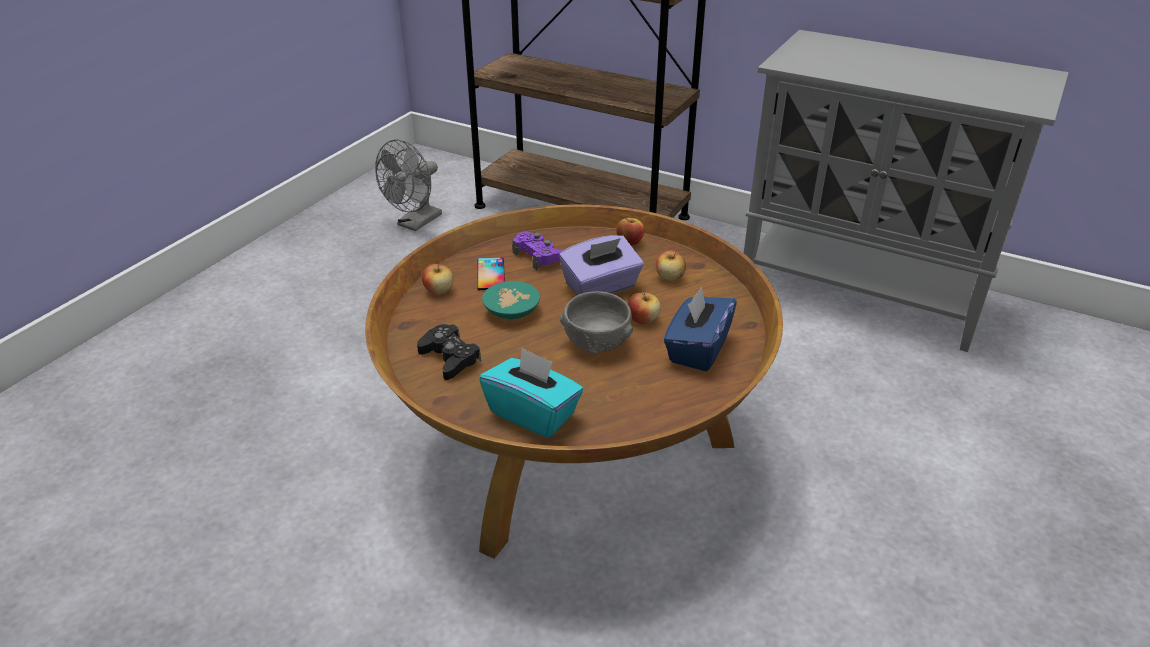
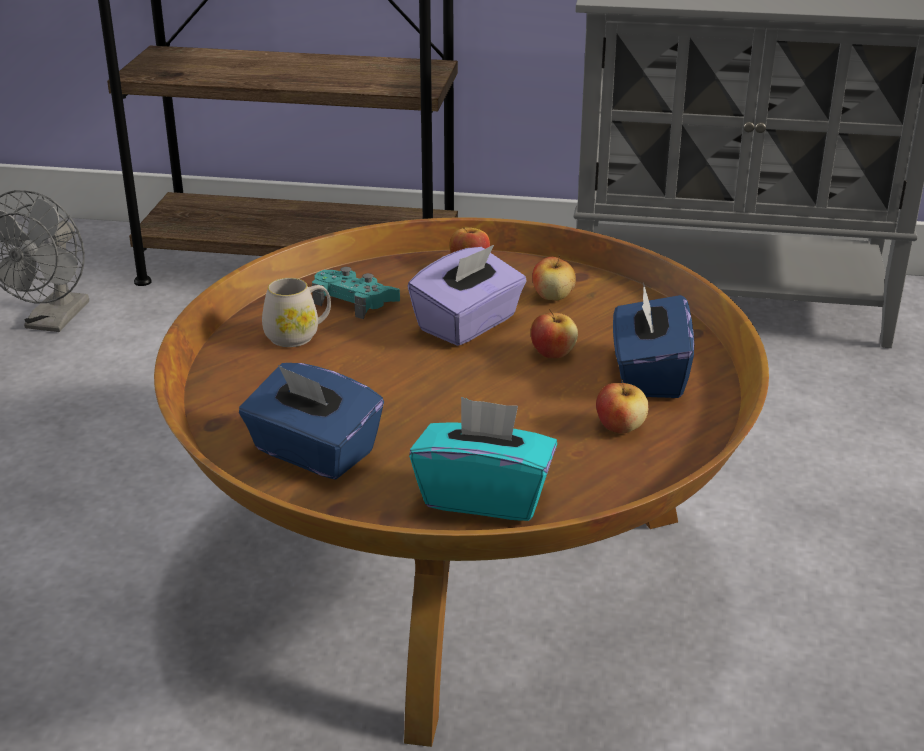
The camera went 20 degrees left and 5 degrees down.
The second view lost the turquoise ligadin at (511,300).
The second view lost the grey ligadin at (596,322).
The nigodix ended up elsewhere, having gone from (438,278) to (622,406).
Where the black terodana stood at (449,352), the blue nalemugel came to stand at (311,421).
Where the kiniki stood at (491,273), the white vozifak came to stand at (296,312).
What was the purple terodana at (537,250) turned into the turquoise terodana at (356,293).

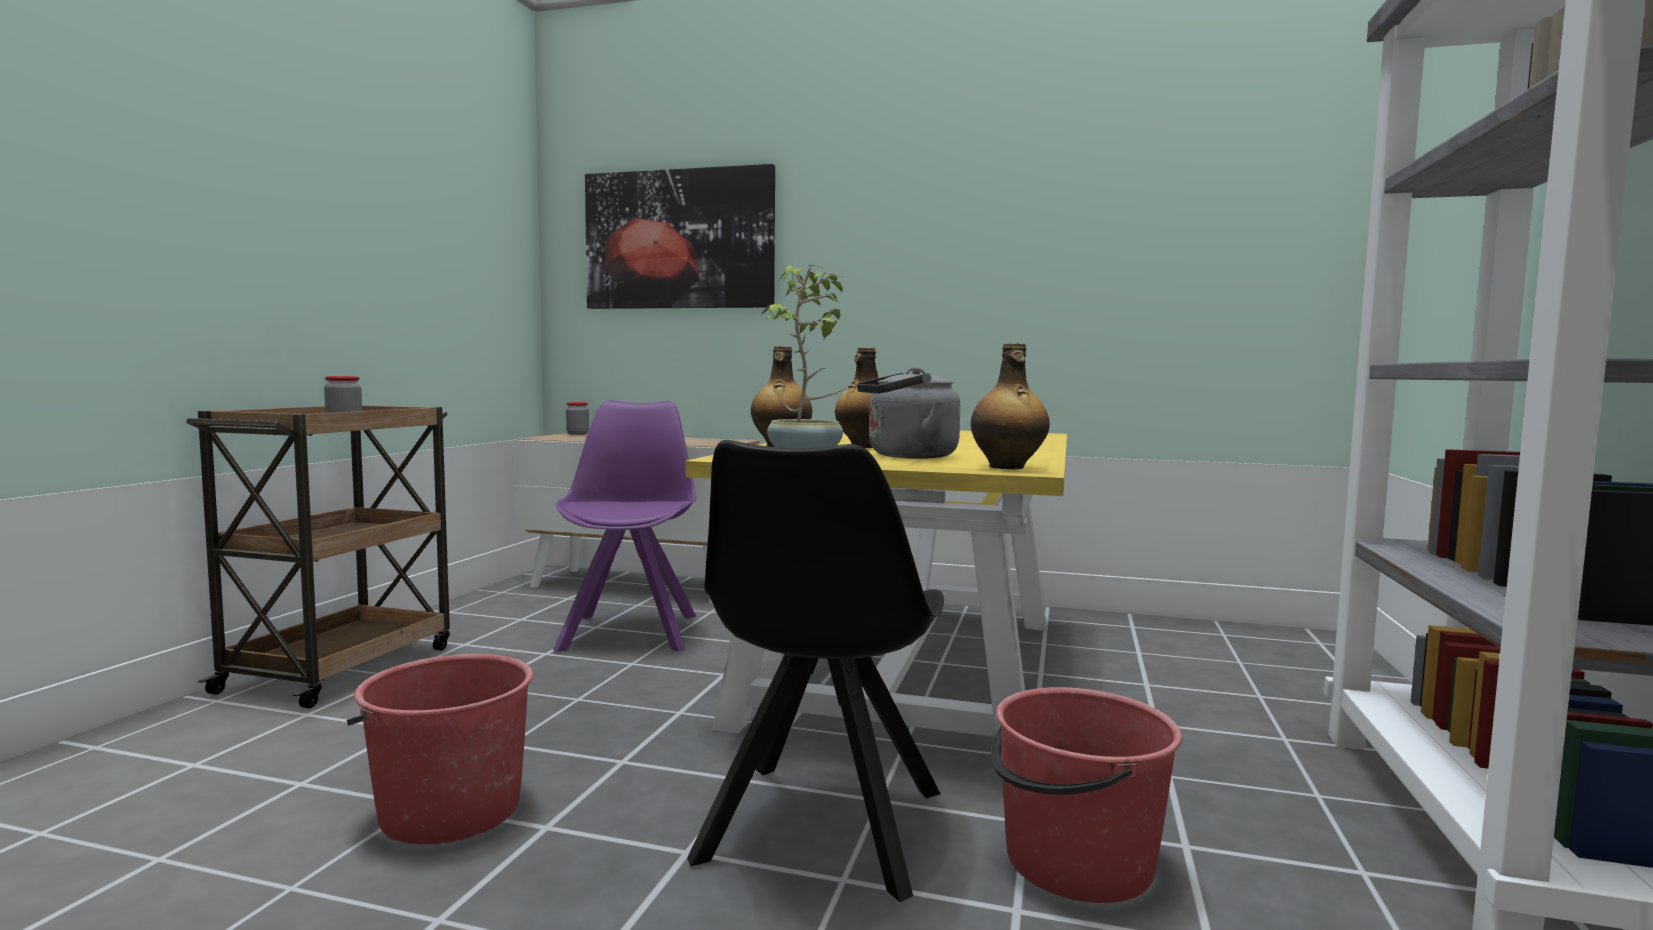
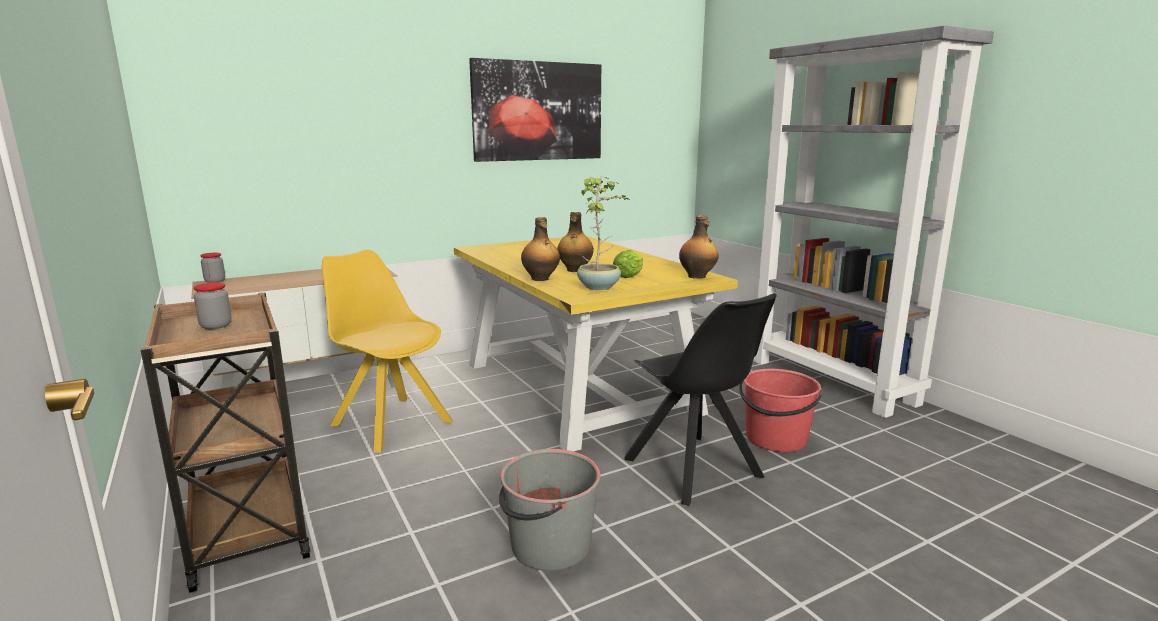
The camera went 45 degrees left and 10 degrees up.
The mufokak ended up elsewhere, having gone from (680,236) to (535,110).
Where the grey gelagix stood at (908,413), the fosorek came to stand at (628,263).
What was the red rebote at (440,749) turned into the grey rebote at (549,510).
What was the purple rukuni at (624,526) turned into the yellow rukuni at (387,351).

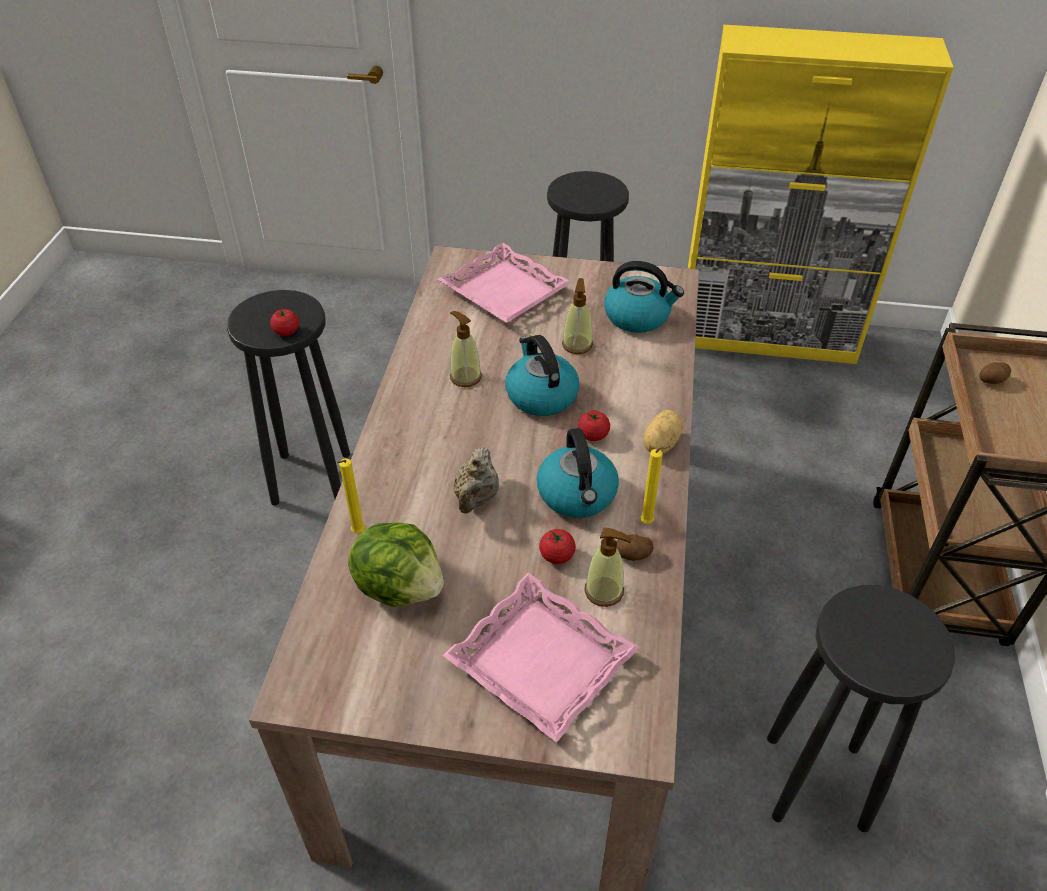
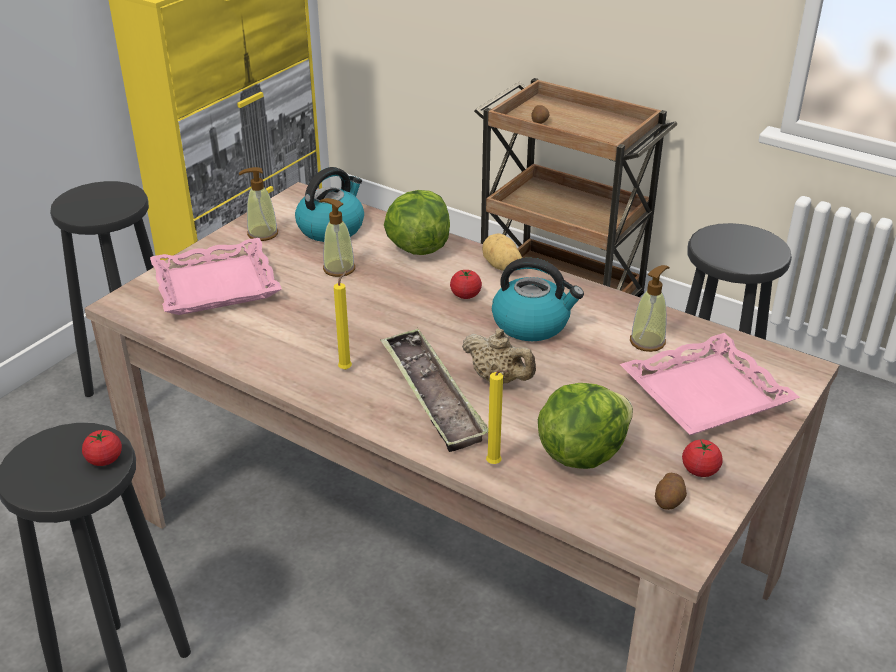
The camera went 65 degrees left and 10 degrees down.
The second view lost the gelagix at (542,375).
The second view gained the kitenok at (434,390).
The second view gained the fosorek at (417,222).
The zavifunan ended up elsewhere, having gone from (466,349) to (258,204).
The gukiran ended up elsewhere, having gone from (557,546) to (702,458).
The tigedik ended up elsewhere, having gone from (634,547) to (671,491).
The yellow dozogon ended up elsewhere, having gone from (655,485) to (343,320).

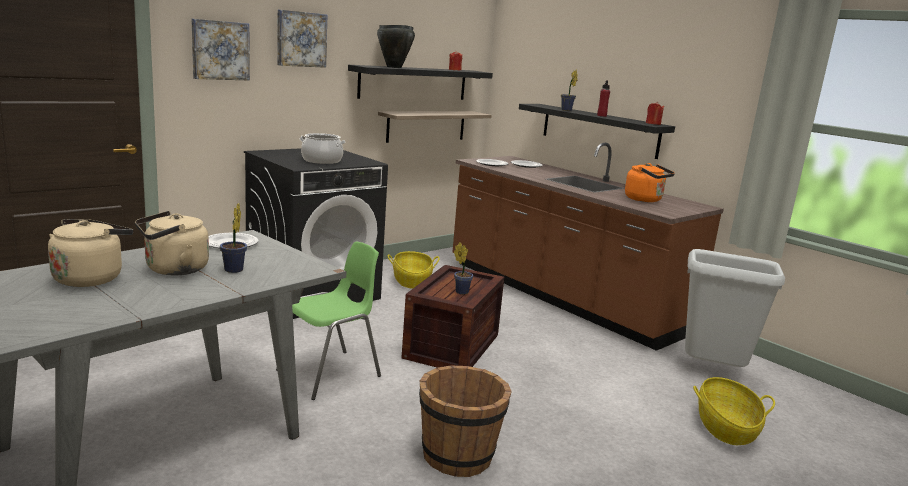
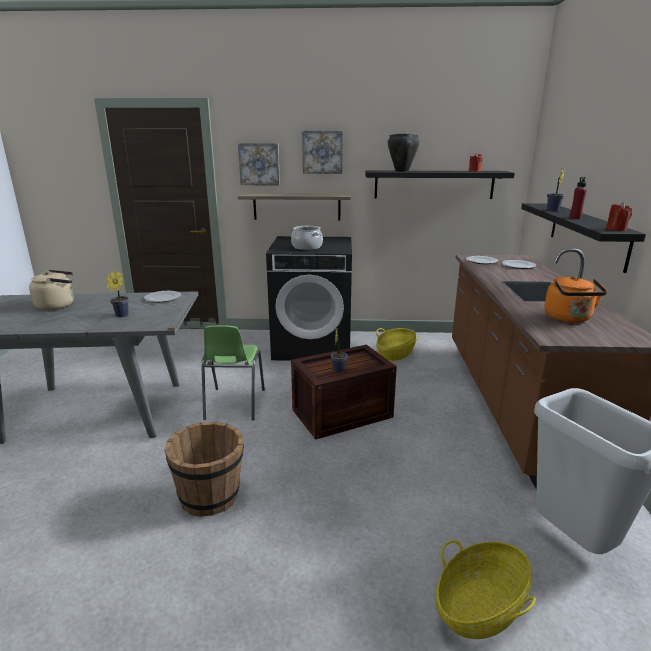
The camera went 45 degrees right and 5 degrees up.
The second view lost the beige gelagix at (172,243).
The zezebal ended up elsewhere, having gone from (435,127) to (294,206).
The green rukuni at (328,321) ended up facing another way, 90 degrees clockwise from before.

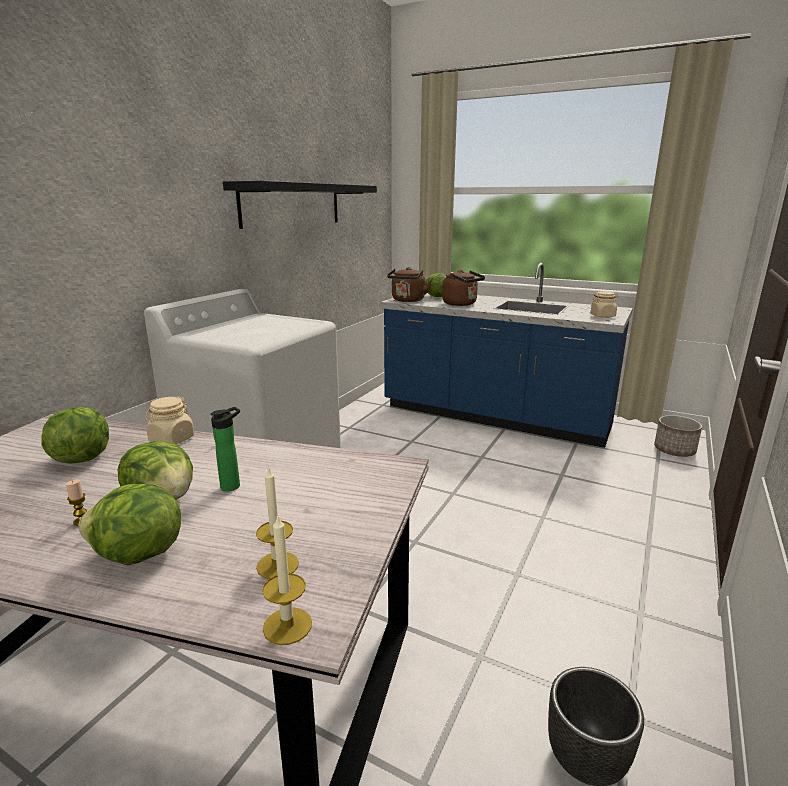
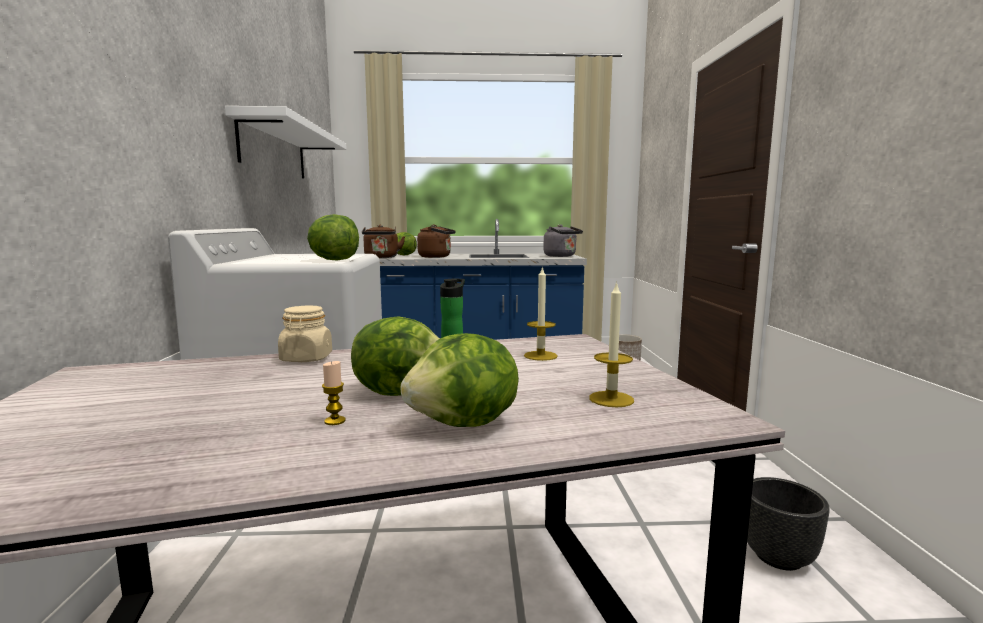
The camera went 30 degrees left and 10 degrees down.
The fosorek ended up elsewhere, having gone from (75,435) to (333,237).
The dozogon ended up elsewhere, having gone from (287,579) to (541,313).
Where the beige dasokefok stood at (604,304), the grey gelagix came to stand at (563,240).
What was the black zezebal at (300,205) turned into the white zezebal at (286,142).

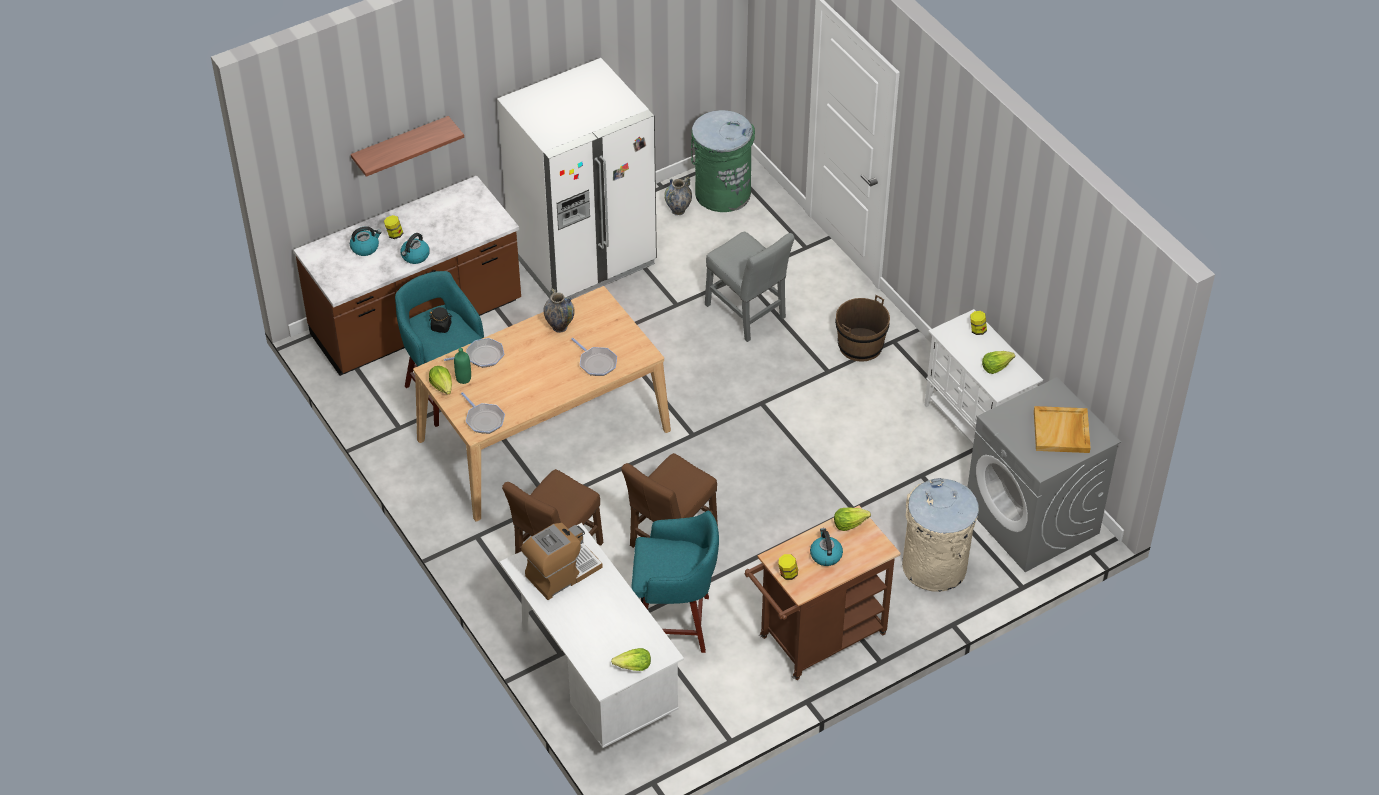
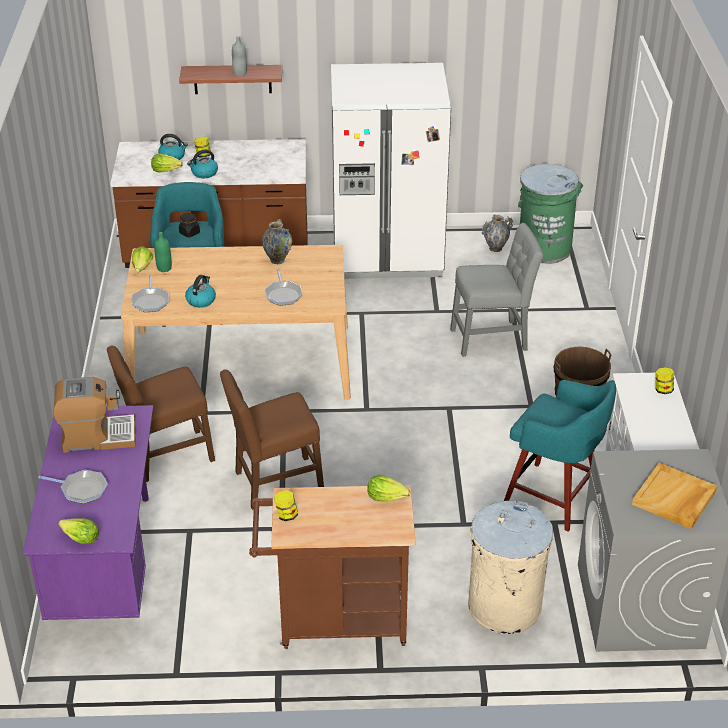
The camera went 30 degrees right and 10 degrees down.
The second view gained the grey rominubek at (239,56).
The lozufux ended up elsewhere, having gone from (474,353) to (73,487).
The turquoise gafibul ended up elsewhere, having gone from (675,582) to (560,456).
The gelagix ended up elsewhere, having gone from (826,547) to (200,291).
The fosorek ended up elsewhere, having gone from (998,362) to (167,163).
What was the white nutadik at (591,635) turned into the purple nutadik at (88,512).
The grey rukuni at (750,286) ended up facing another way, 90 degrees counterclockwise from before.

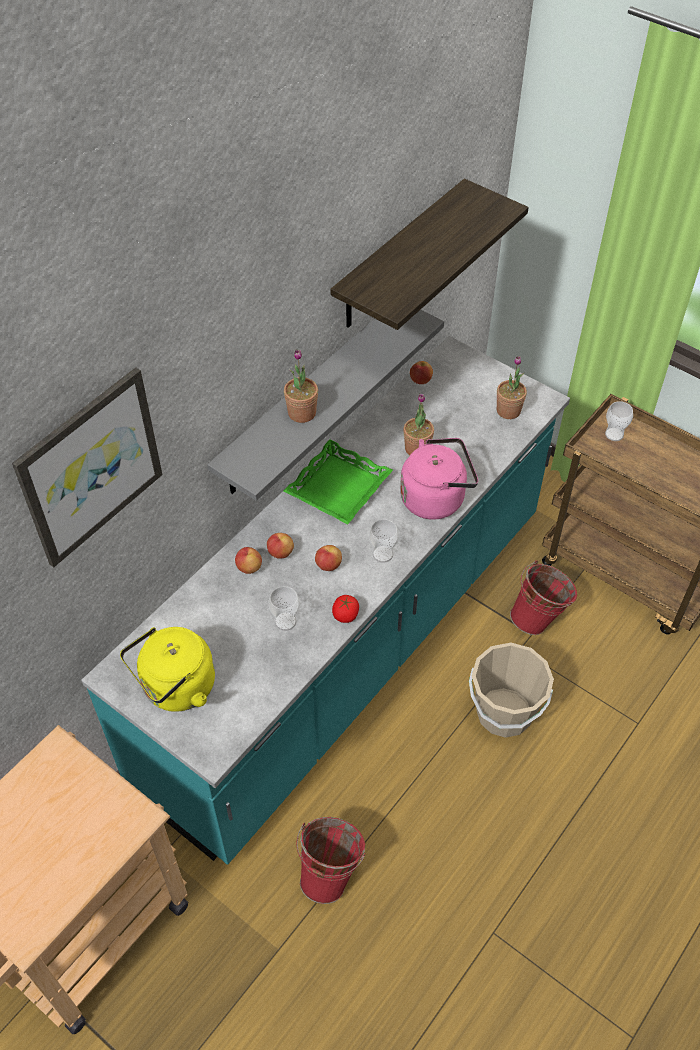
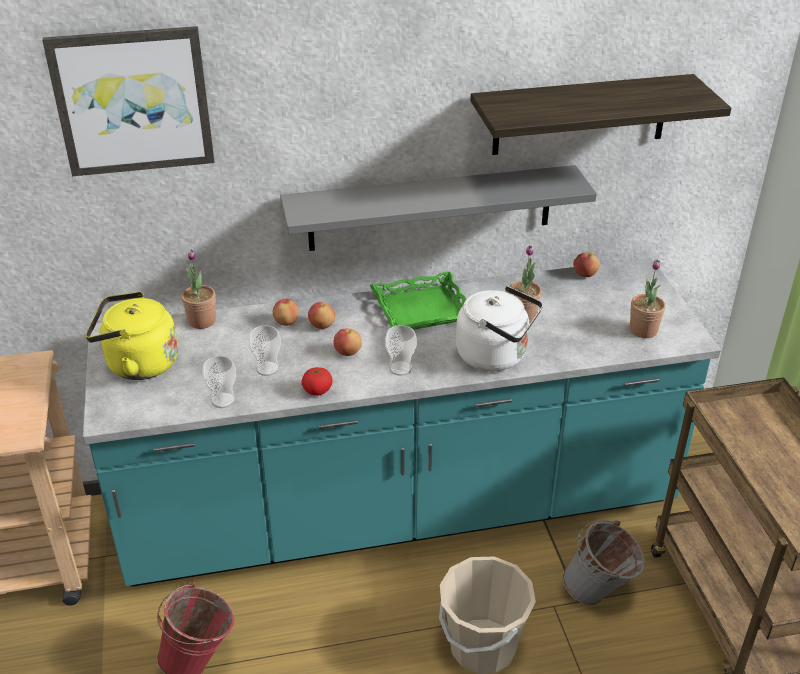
The camera went 40 degrees right and 15 degrees down.
The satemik ended up elsewhere, having gone from (301,386) to (199,289).
The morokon ended up elsewhere, having gone from (619,421) to (219,382).
What was the pink gelagix at (439,479) turned into the white gelagix at (499,328).
What was the red rebote at (543,598) turned into the grey rebote at (604,562).

